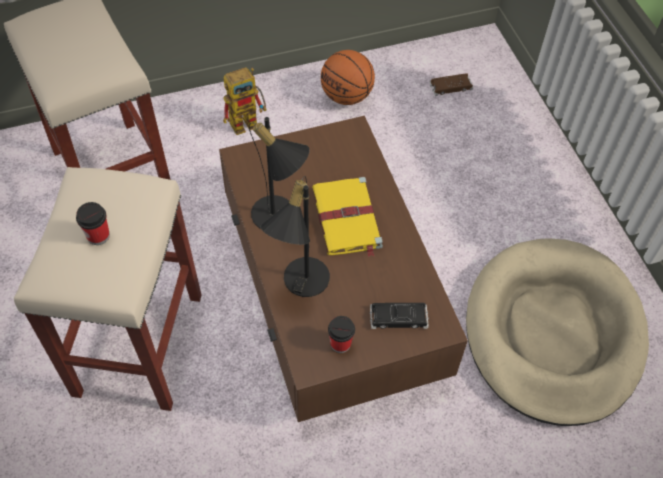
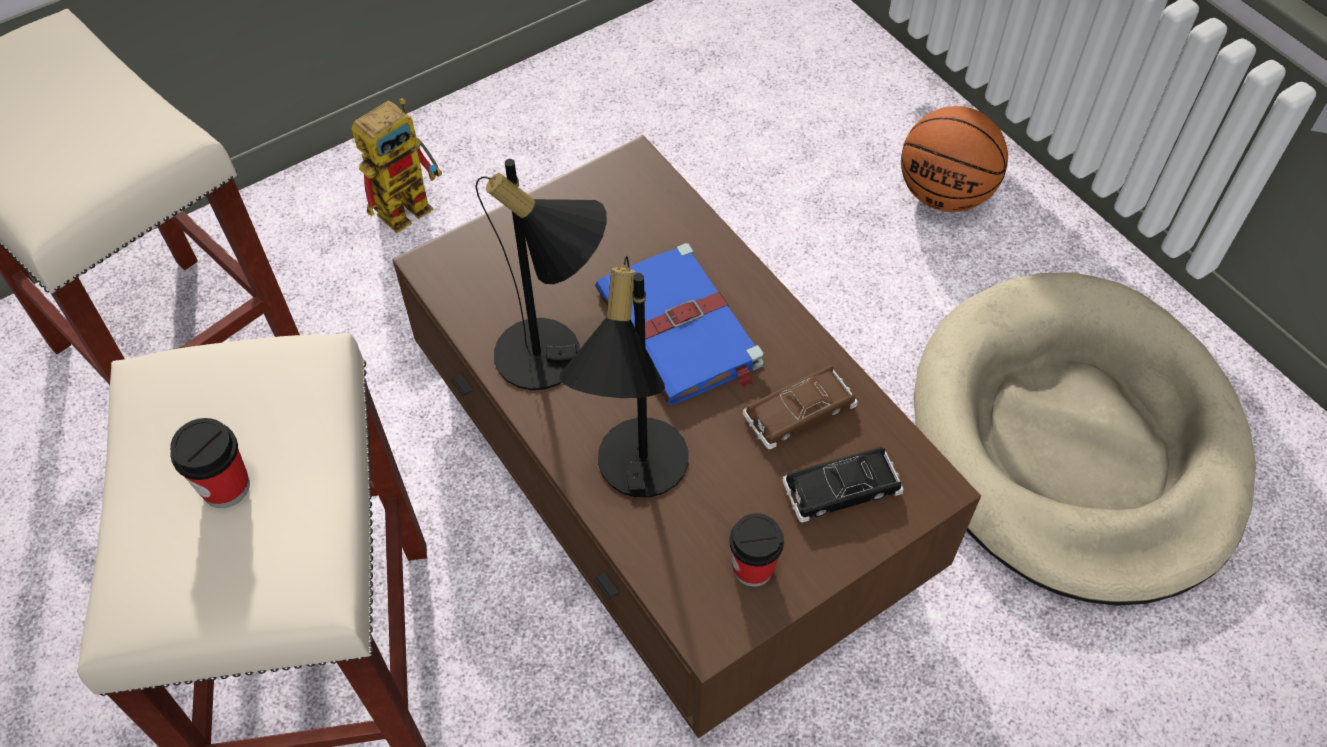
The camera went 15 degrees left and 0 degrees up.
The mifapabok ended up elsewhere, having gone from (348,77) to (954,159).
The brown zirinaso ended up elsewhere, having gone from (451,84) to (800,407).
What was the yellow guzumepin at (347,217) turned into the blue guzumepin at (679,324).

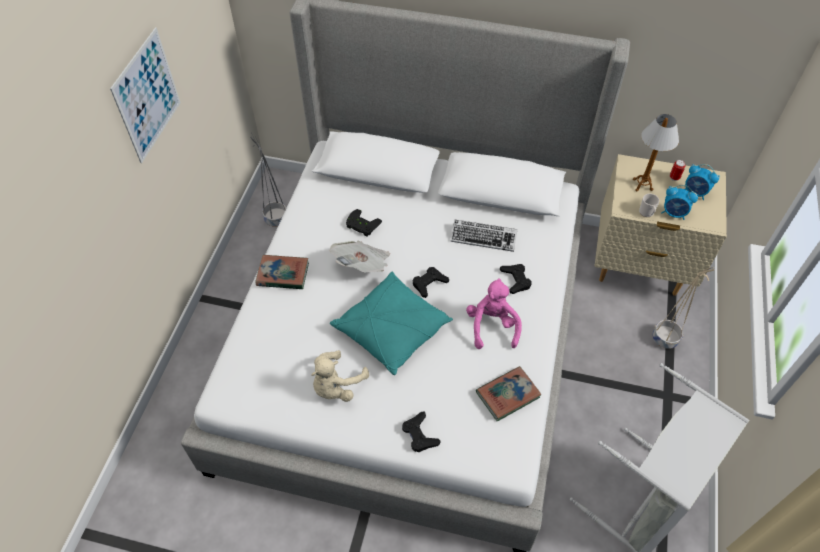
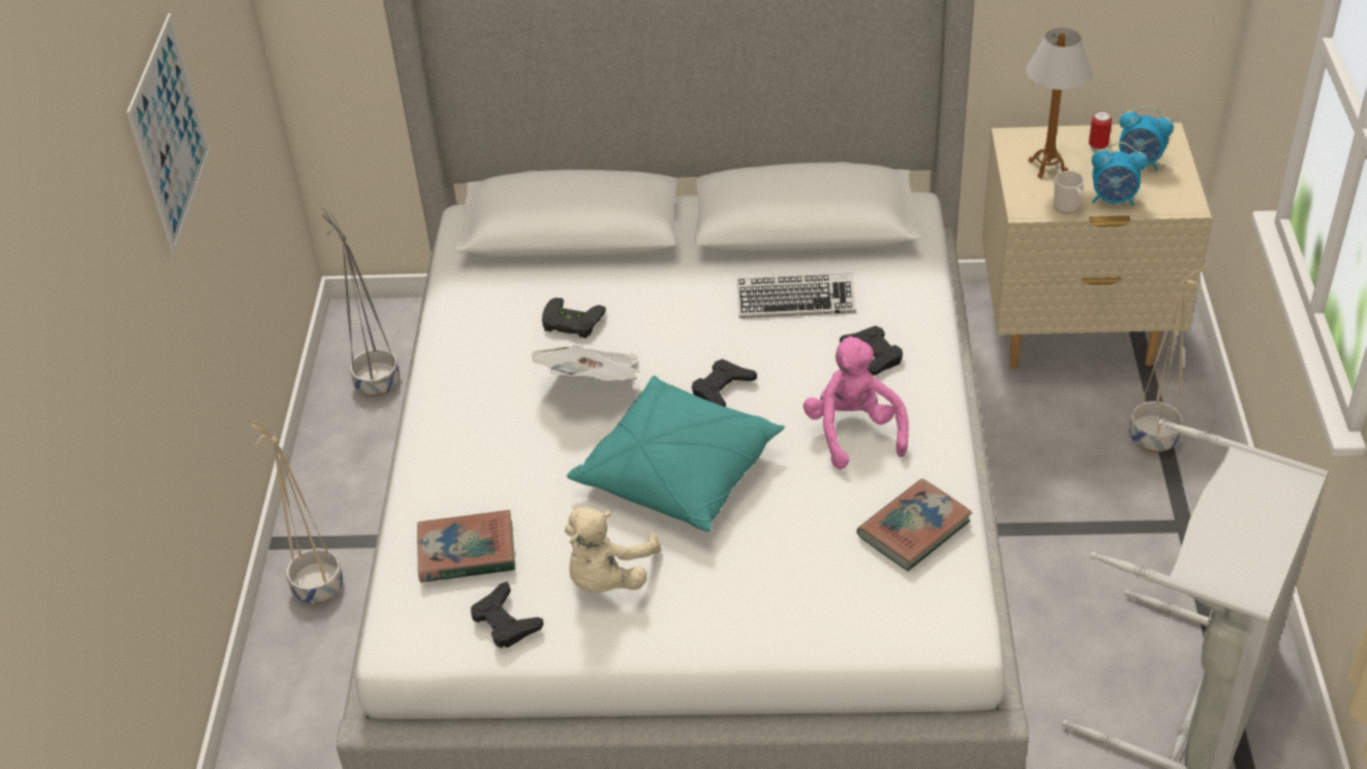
The camera went 10 degrees left and 10 degrees down.
The second view gained the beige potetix at (295,511).
The guzumepin ended up elsewhere, having gone from (282,272) to (466,546).
The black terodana ended up elsewhere, having gone from (421,432) to (507,614).

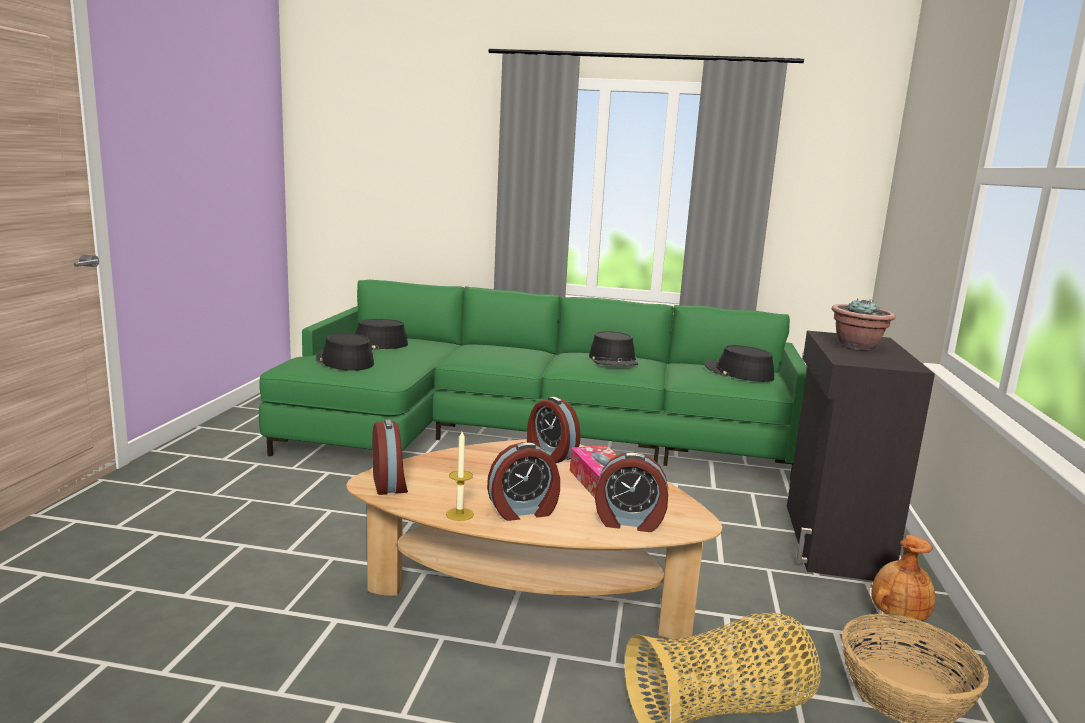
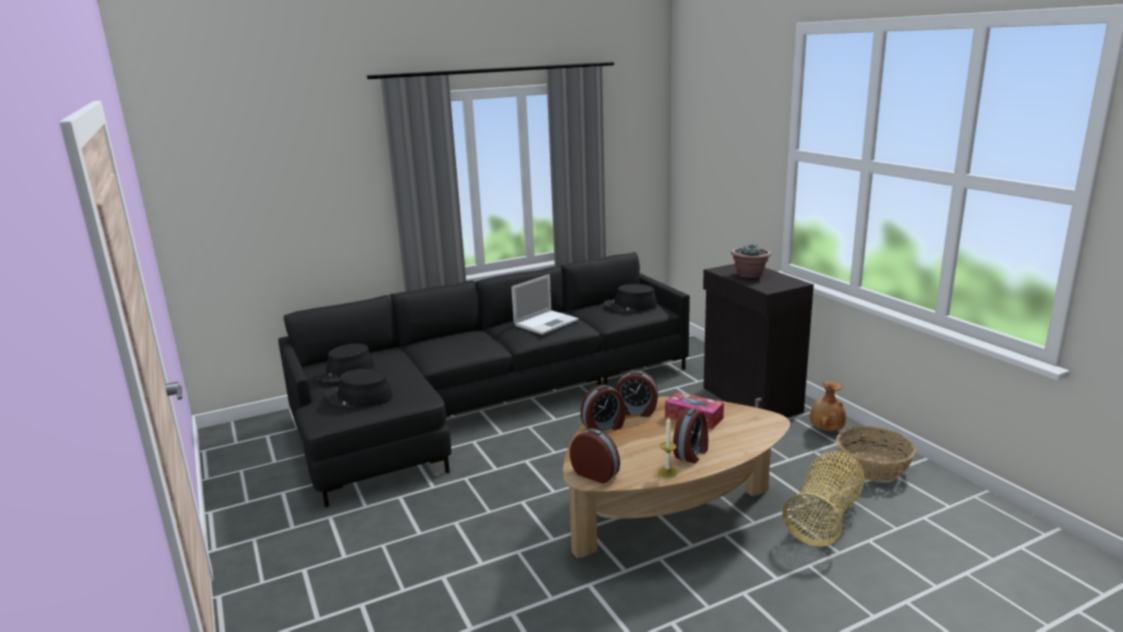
The camera went 35 degrees left and 5 degrees up.
The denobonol ended up elsewhere, having gone from (631,492) to (603,408).
Where the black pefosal stood at (614,348), the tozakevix came to stand at (545,304).
What was the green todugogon at (533,380) turned into the black todugogon at (484,379).

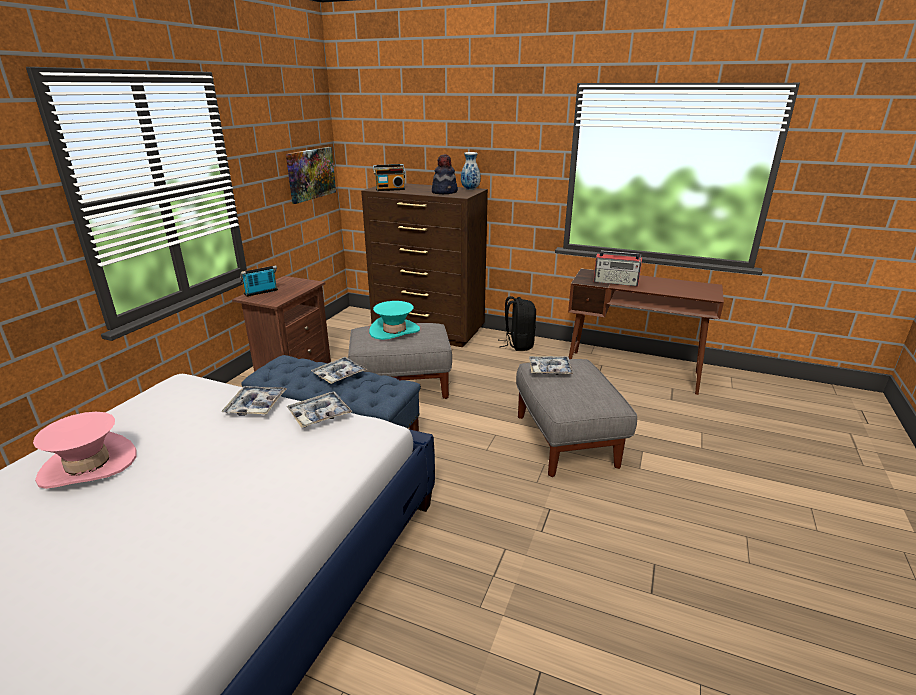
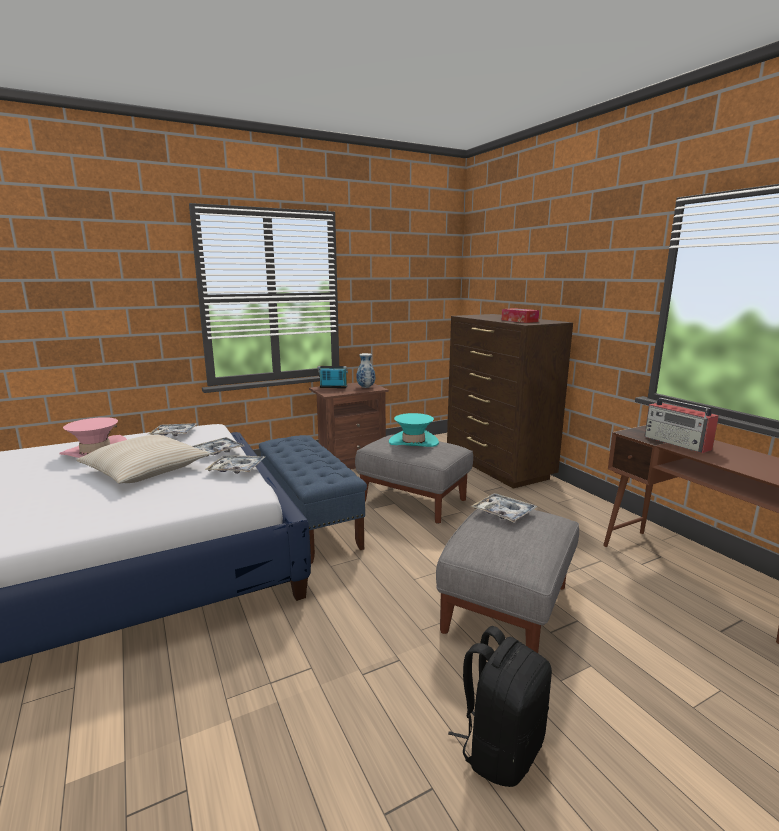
The camera went 40 degrees right and 10 degrees down.
The second view lost the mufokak at (311,175).
The second view lost the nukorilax at (389,177).
The second view gained the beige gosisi at (142,459).
The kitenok ended up elsewhere, having gone from (339,370) to (173,429).
The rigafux ended up elsewhere, having gone from (471,171) to (365,370).
The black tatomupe ended up elsewhere, having gone from (518,323) to (500,706).
Where the pefosal stood at (445,174), the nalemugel came to stand at (520,315).

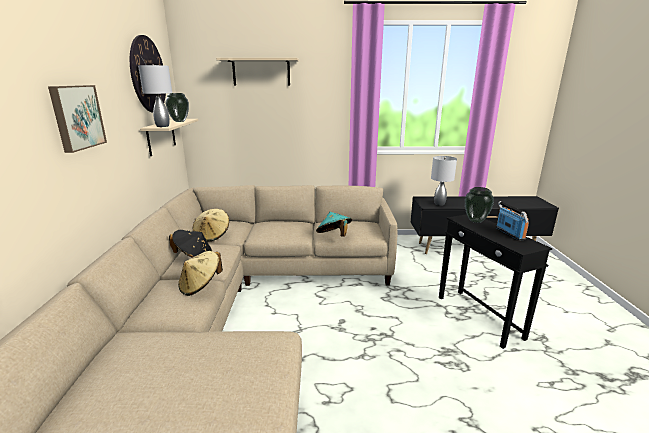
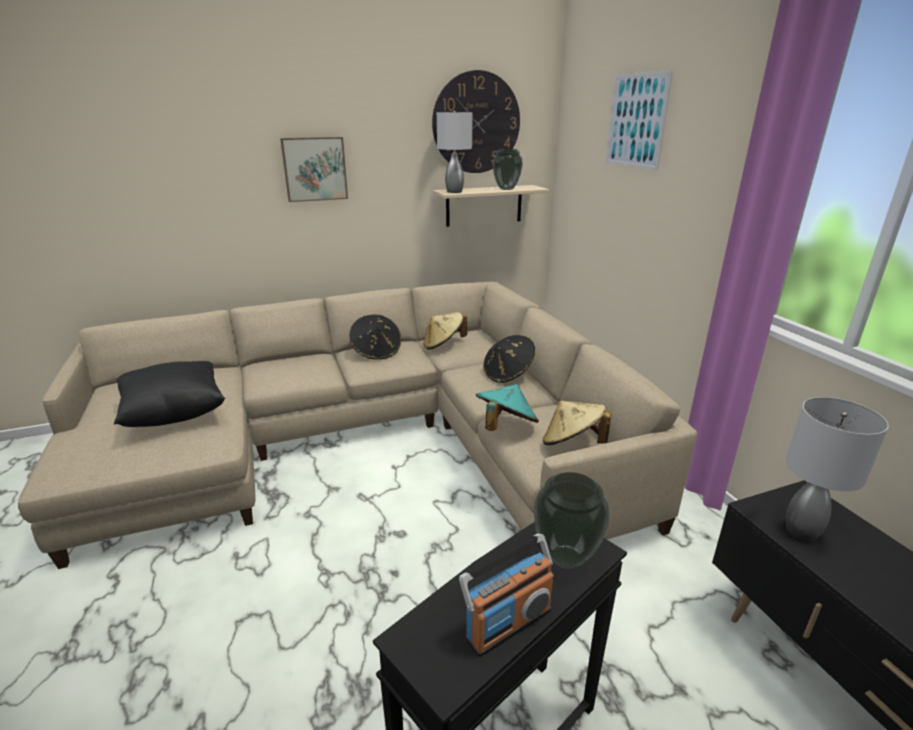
The camera went 70 degrees right and 5 degrees up.
The second view gained the black gosisi at (169,394).
The second view gained the black pefosal at (509,359).
The beige pefosal ended up elsewhere, having gone from (200,273) to (576,423).
Where the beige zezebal hung at (257,71), the mufokak came to hang at (639,120).

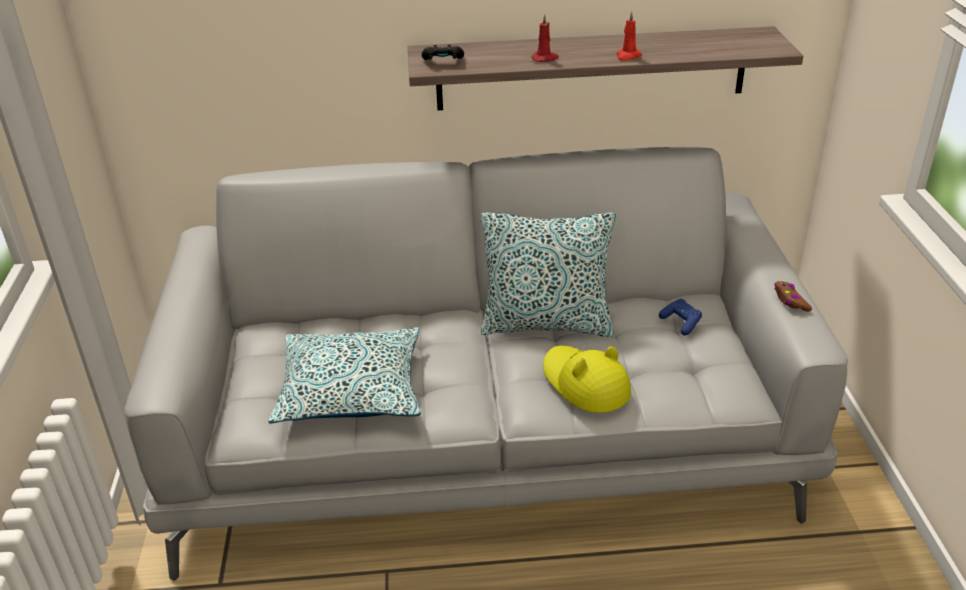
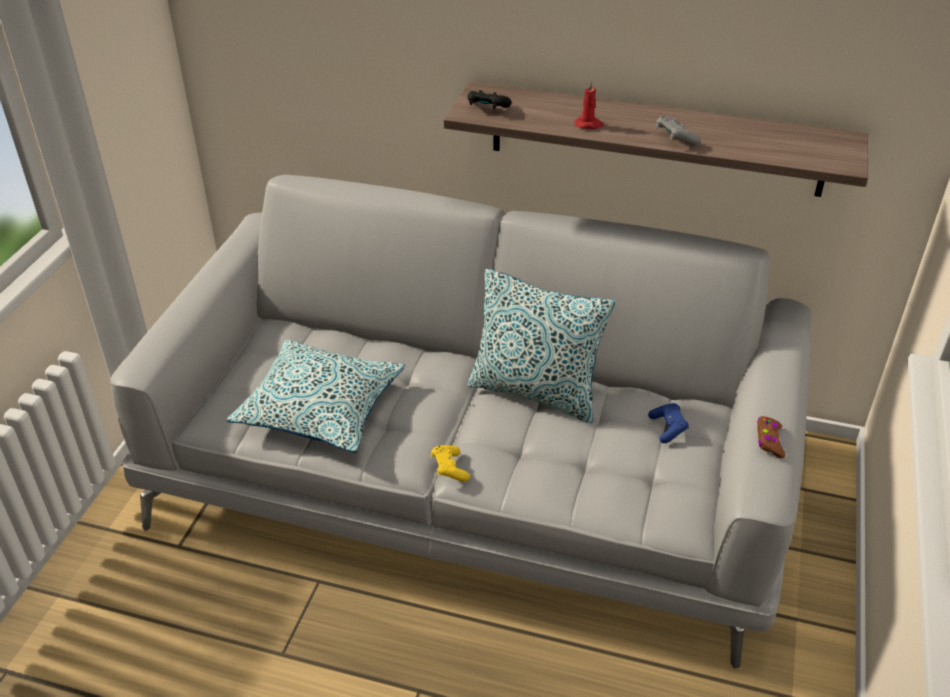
The camera went 20 degrees right and 5 degrees up.
The second view lost the yellow pefosal at (587,379).
The second view gained the yellow terodana at (450,463).
Where the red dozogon stood at (629,36), the grey terodana came to stand at (678,131).

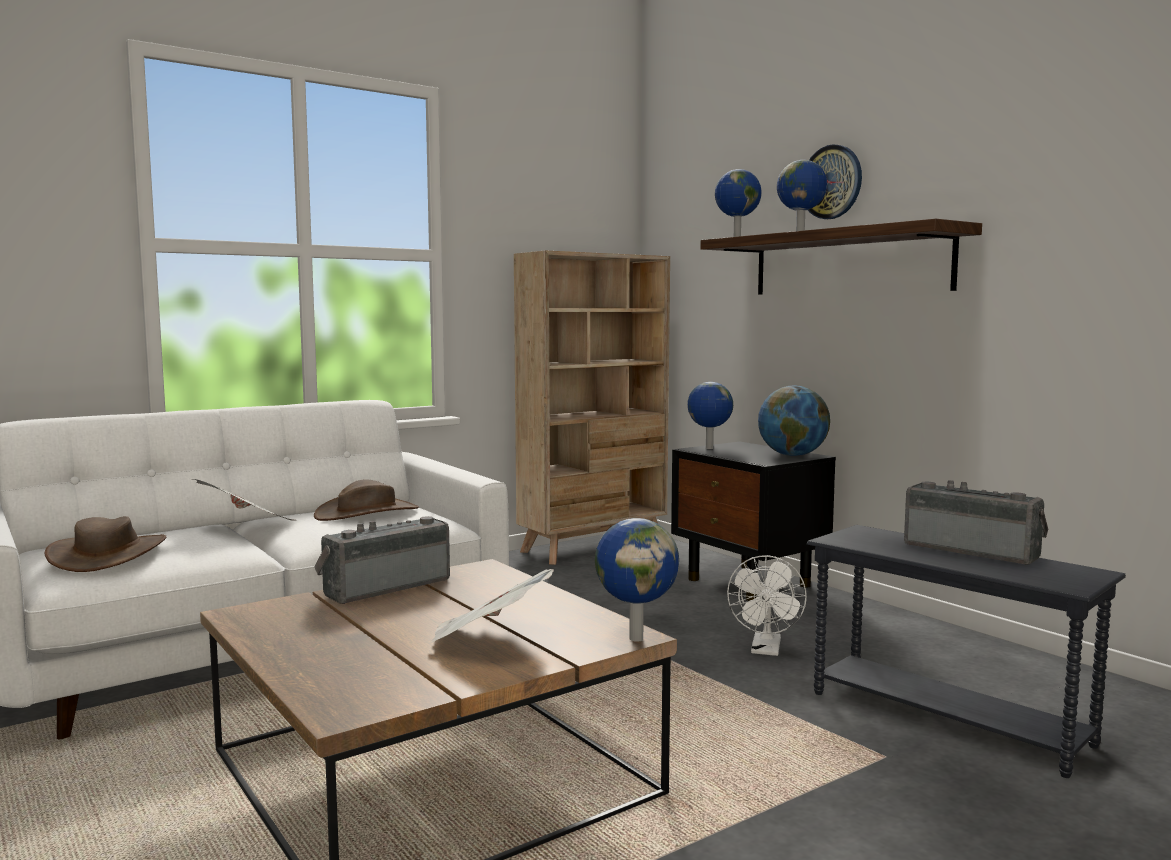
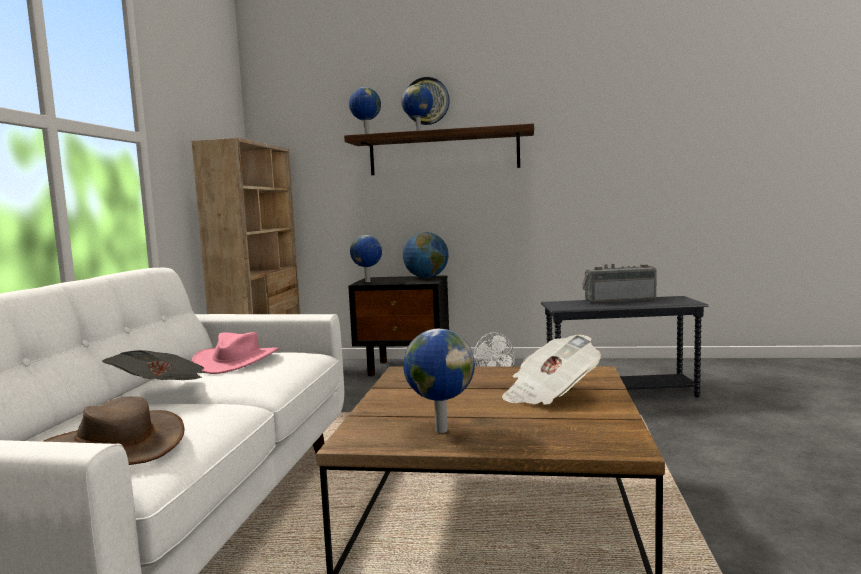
The camera went 45 degrees left and 0 degrees up.
The second view lost the nukorilax at (382,560).
The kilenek ended up elsewhere, having gone from (637,580) to (439,381).
What was the brown pefosal at (366,500) turned into the pink pefosal at (235,353).

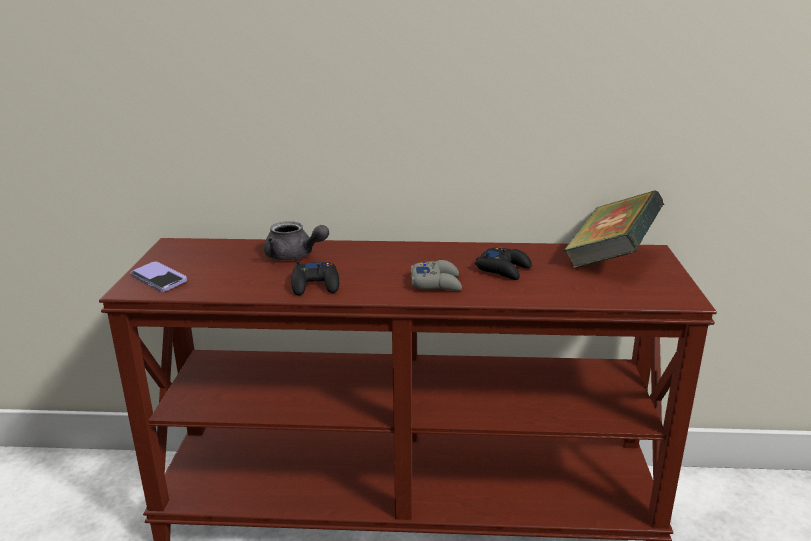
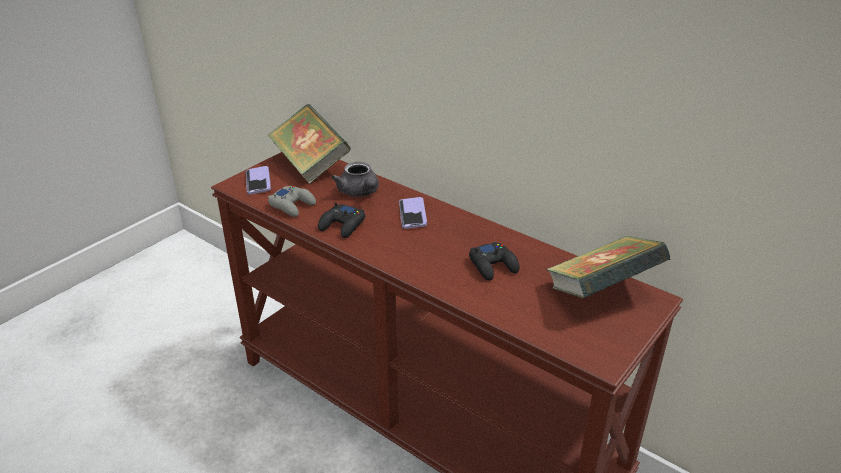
The camera went 35 degrees right and 10 degrees up.
The second view gained the guzumepin at (309,144).
The second view gained the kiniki at (413,213).
The grey terodana ended up elsewhere, having gone from (436,275) to (292,201).

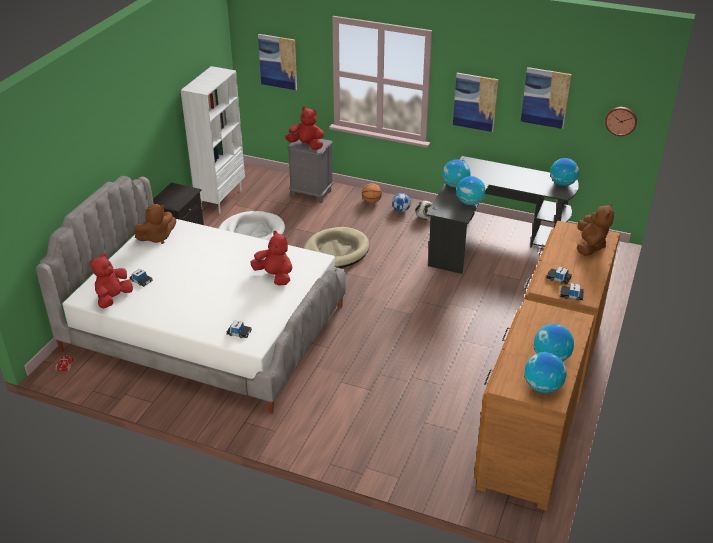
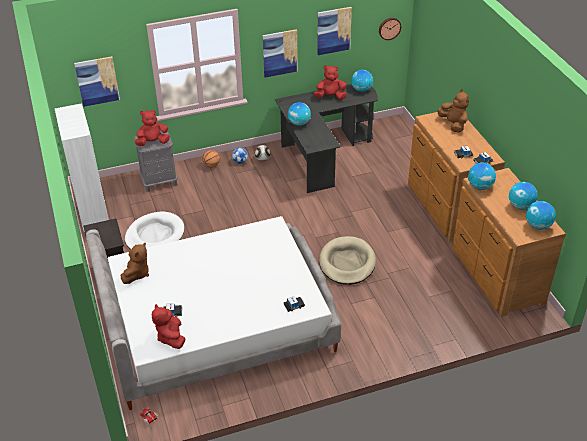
The camera went 40 degrees left and 5 degrees up.
The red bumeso ended up elsewhere, having gone from (271,258) to (330,82).
The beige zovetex ended up elsewhere, having gone from (336,247) to (347,260).
The kilenek ended up elsewhere, having gone from (470,190) to (482,176).

